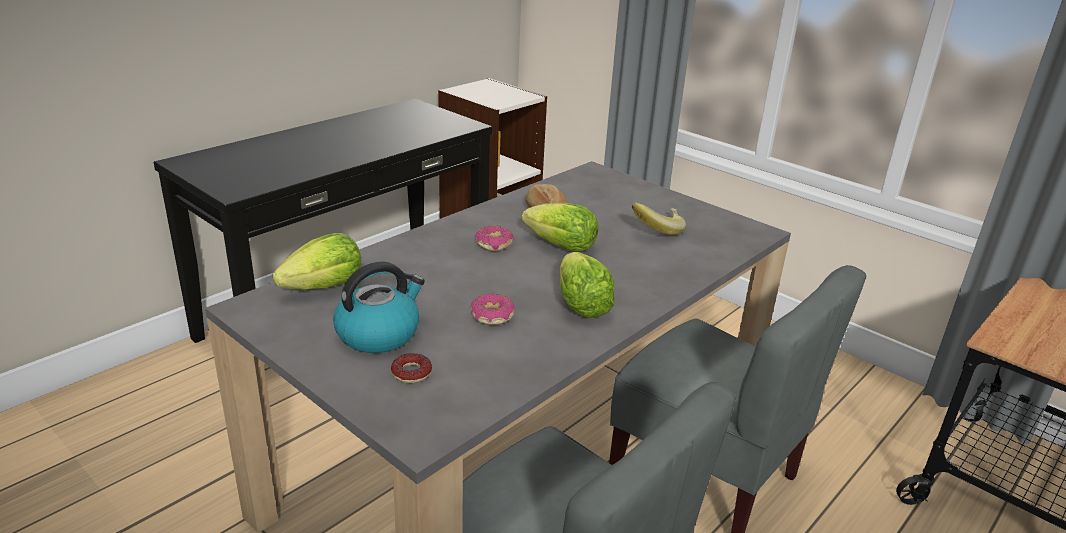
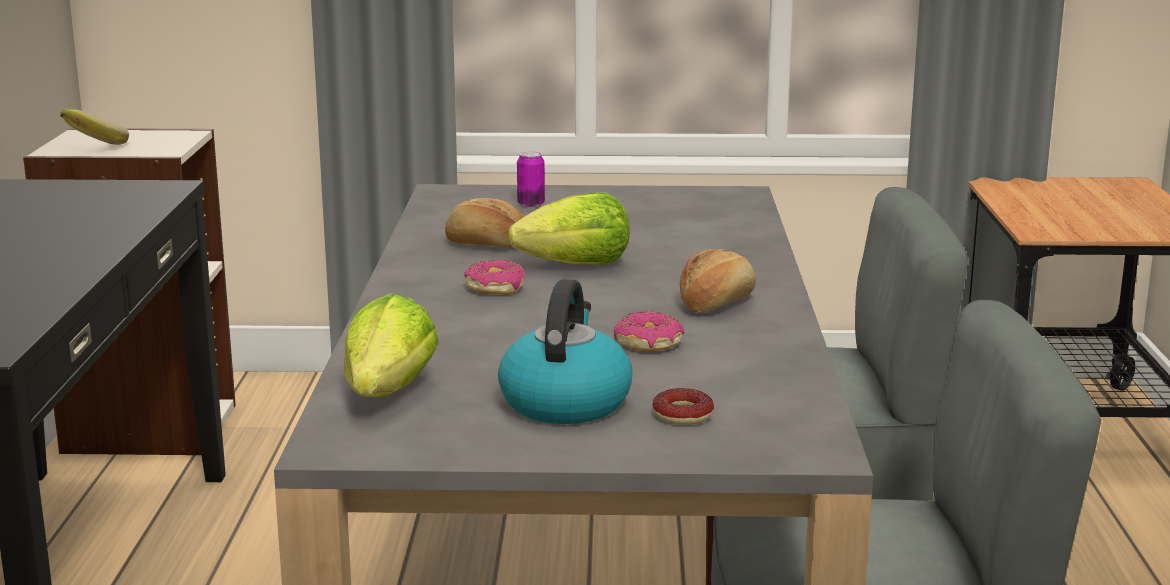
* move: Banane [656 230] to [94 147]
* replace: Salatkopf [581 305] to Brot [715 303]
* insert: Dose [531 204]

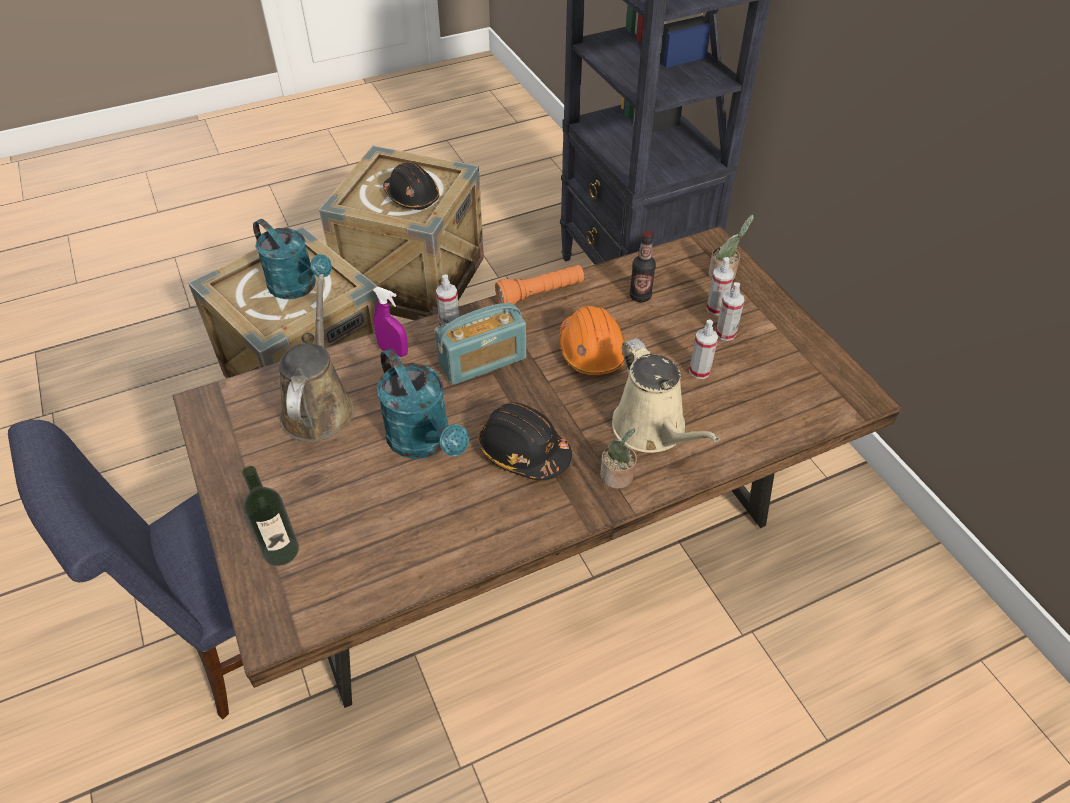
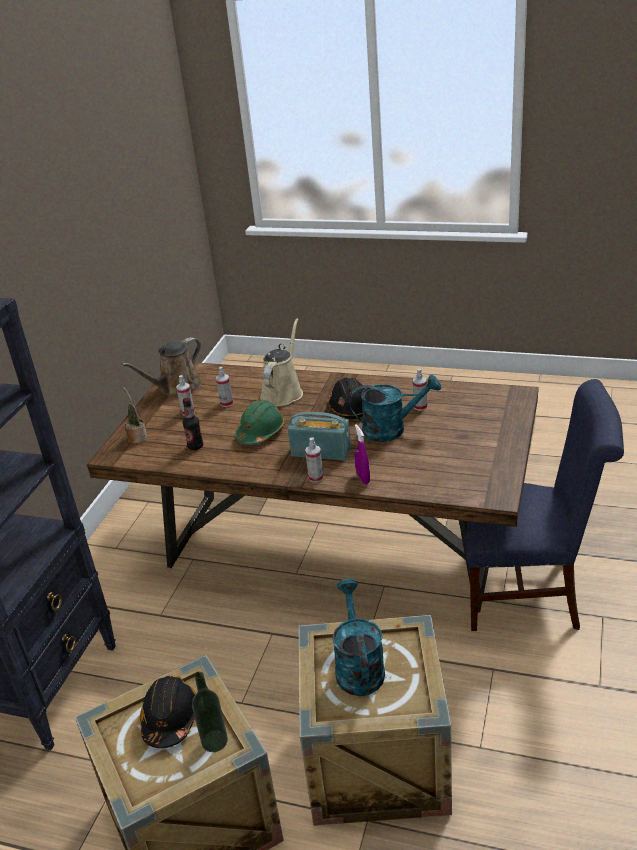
* move: Sprühflasche [716 308] to [420 407]
* delete: Taschenlampe [orange] [540 294]
* move: Gießkanne [braun] [319 407] to [177 388]
* recolor: Schutzhelm [orange] [591 351] to Schutzhelm [grün] [261 432]
* rotate: Gießkanne [türkis] [425 442] = [391 429] 75 degrees clockwise
* delete: Topfpflanze [618 477]
* move: Flasche [281 550] to [214 741]

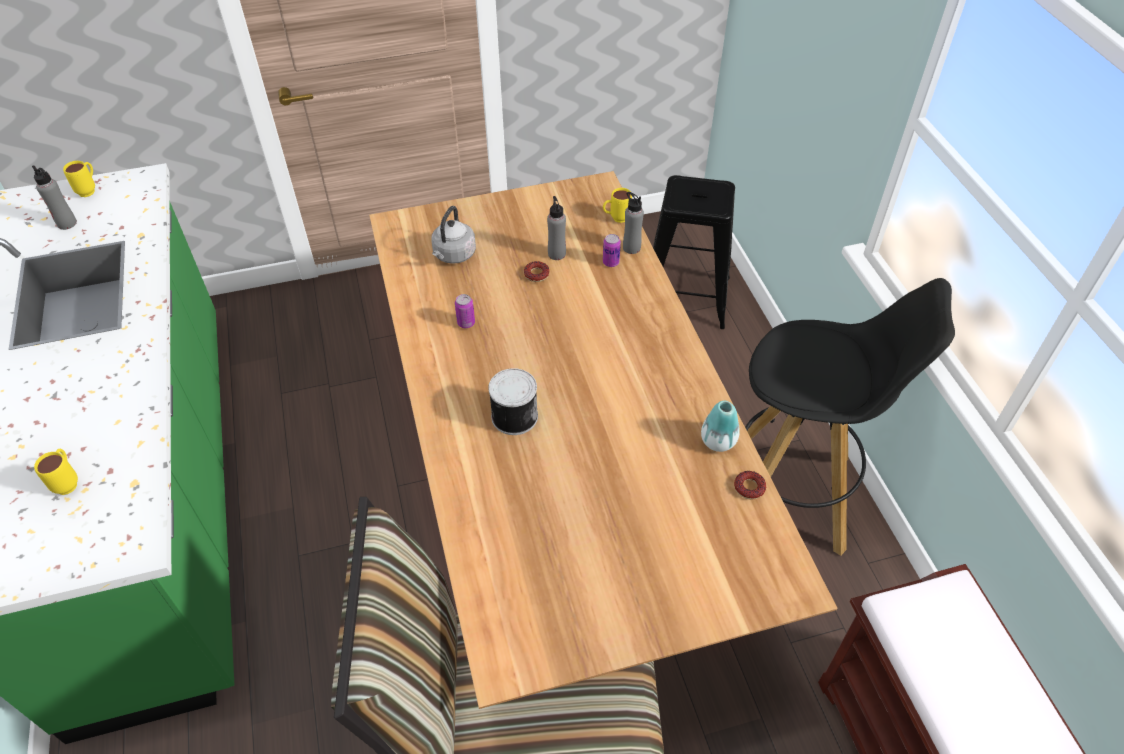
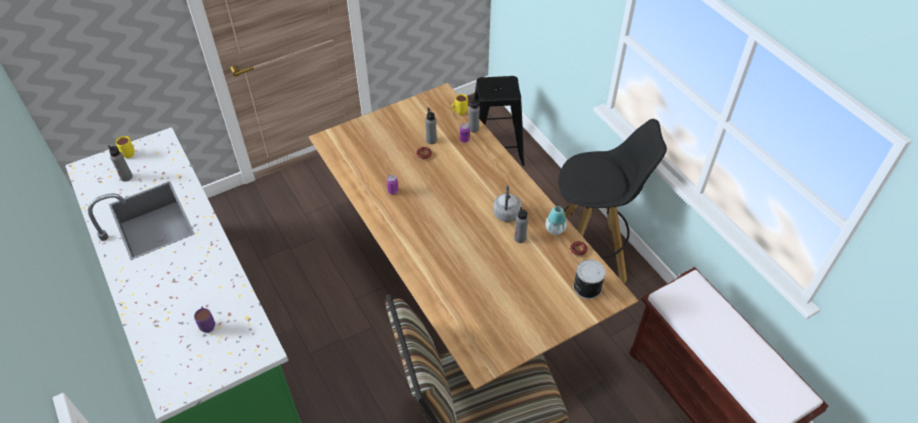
* move: Wasserkessel [grau] [453 255] to [506 215]
* move: Dose [513 416] to [586 287]
* recolor: Henkelbecher [gelb] [68 481] to Henkelbecher [lila] [208 325]
* insert: Flasche [grau] [520 238]

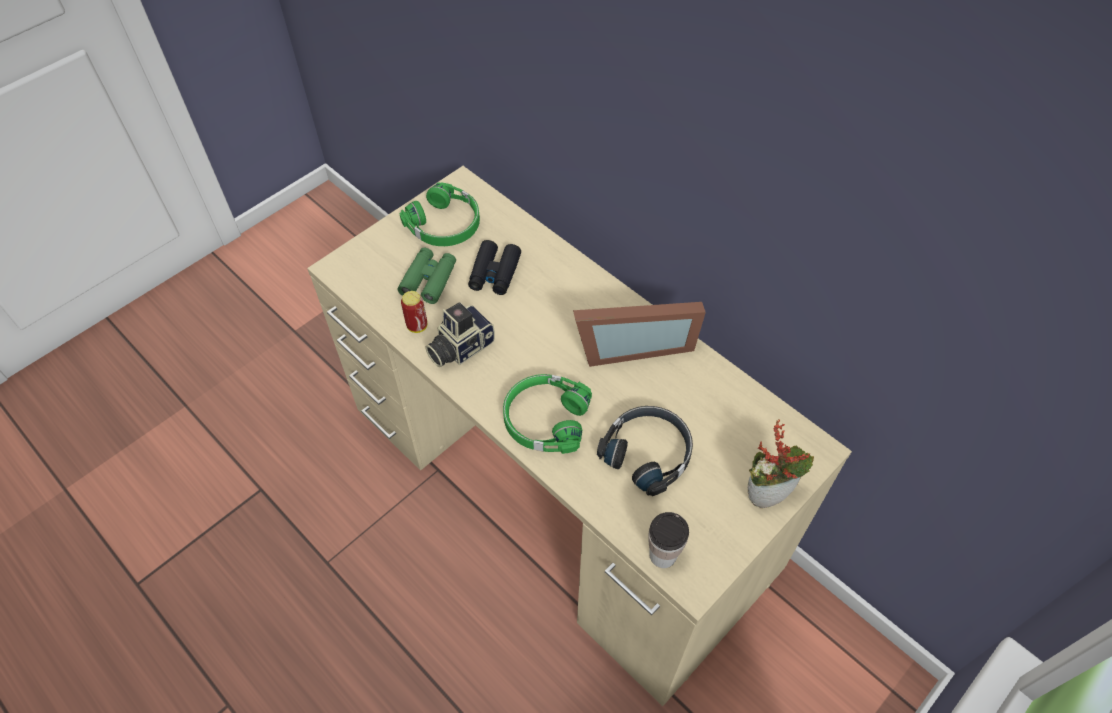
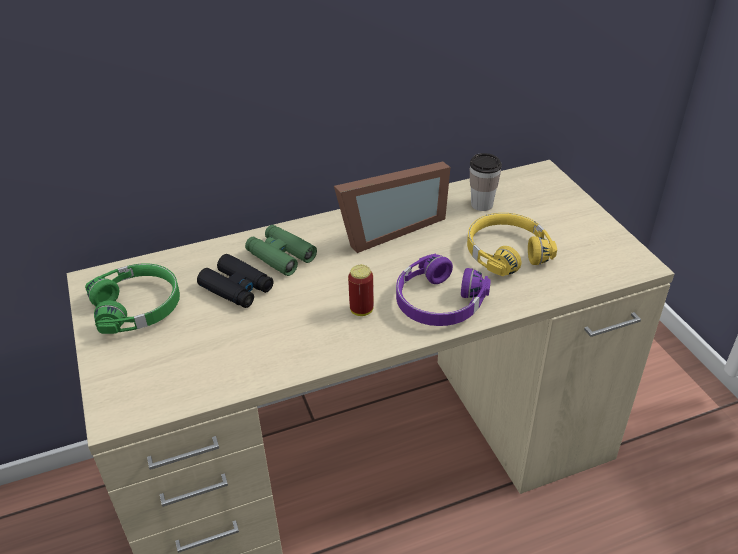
* move: Fernglas [grün] [429 280] to [281 256]
* move: Dose [417 326] to [361 310]
* rotate: Bilderrahmen [632 345] = [387 228] 45 degrees clockwise
* delete: Kamera [459 347]
* recolor: Kopfhörer [grün] [545 419] to Kopfhörer [lila] [438 302]
* recolor: Kopfhörer [schwarz] [648 452] to Kopfhörer [gelb] [505 252]
* delete: Topfpflanze [767 492]
* move: Tasse [663 555] to [481 204]

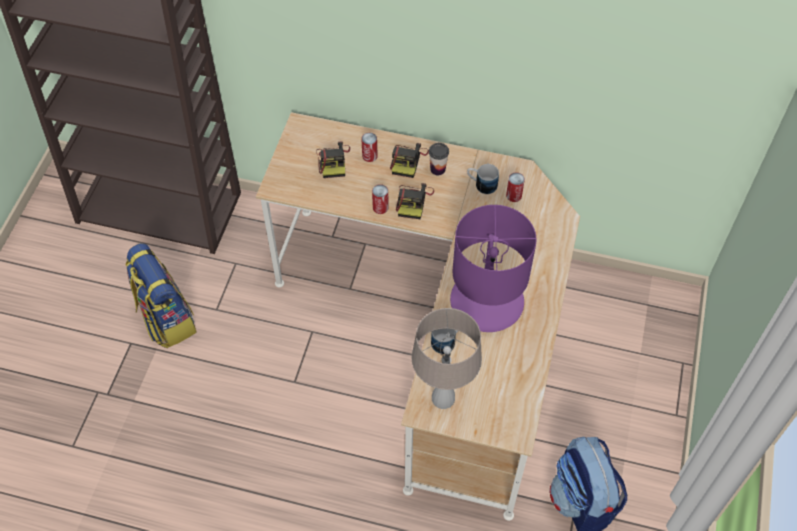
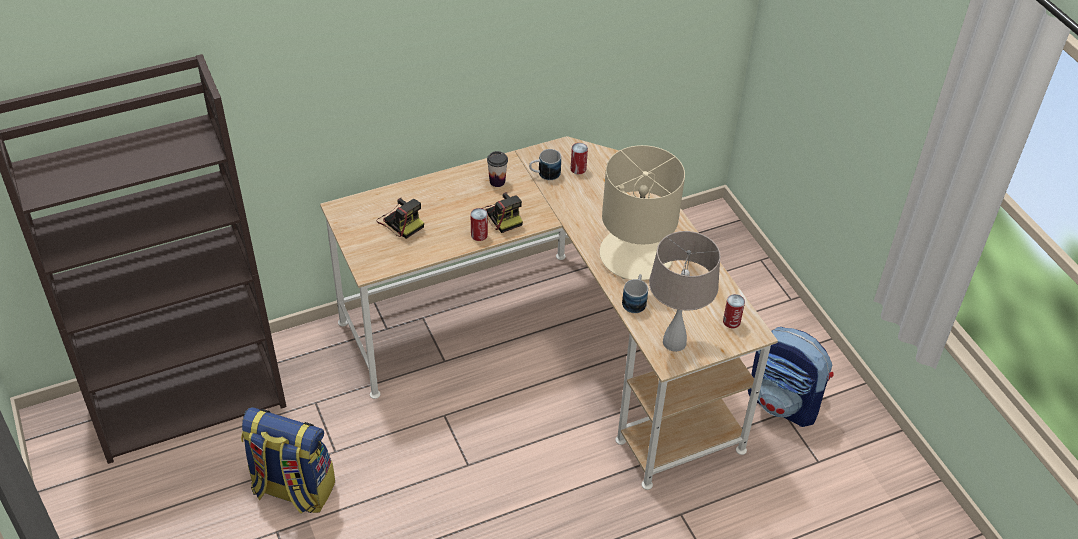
* move: Dose [369 156] to [731 321]
* delete: Kamera [408 161]
* recolor: Tischlampe [lila] [487 300] to Tischlampe [beige] [635 254]

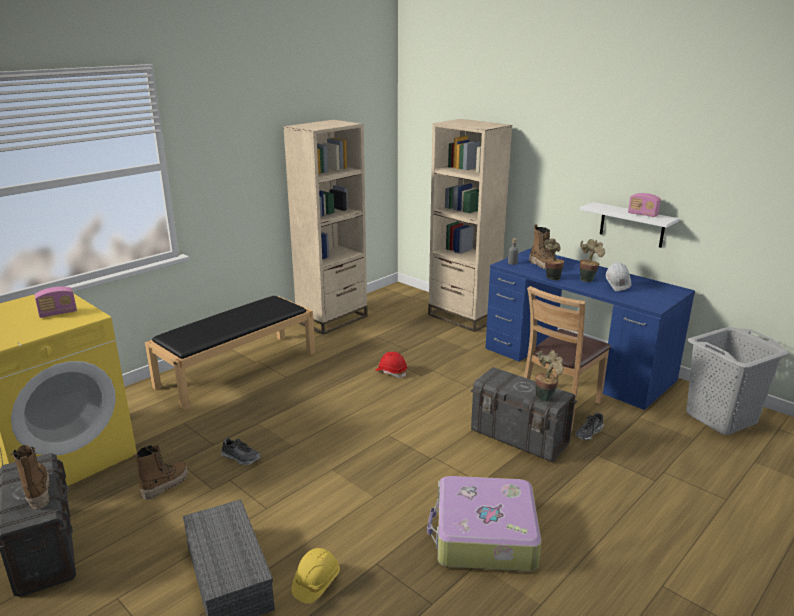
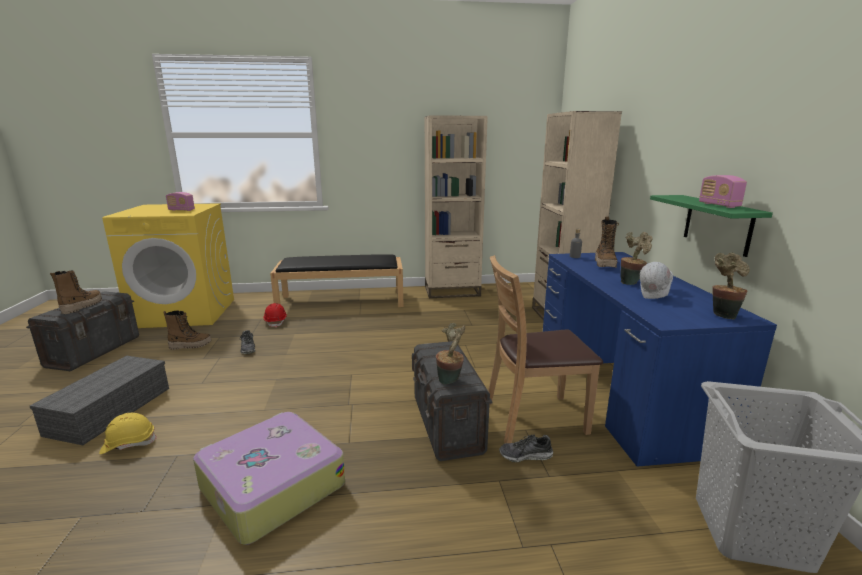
* recolor: Wandregal [weiß] [632 225] to Wandregal [grün] [717 224]
* move: Topfpflanze [551 278] to [722 314]
* move: Schutzhelm [rot] [391 372] to [276 322]

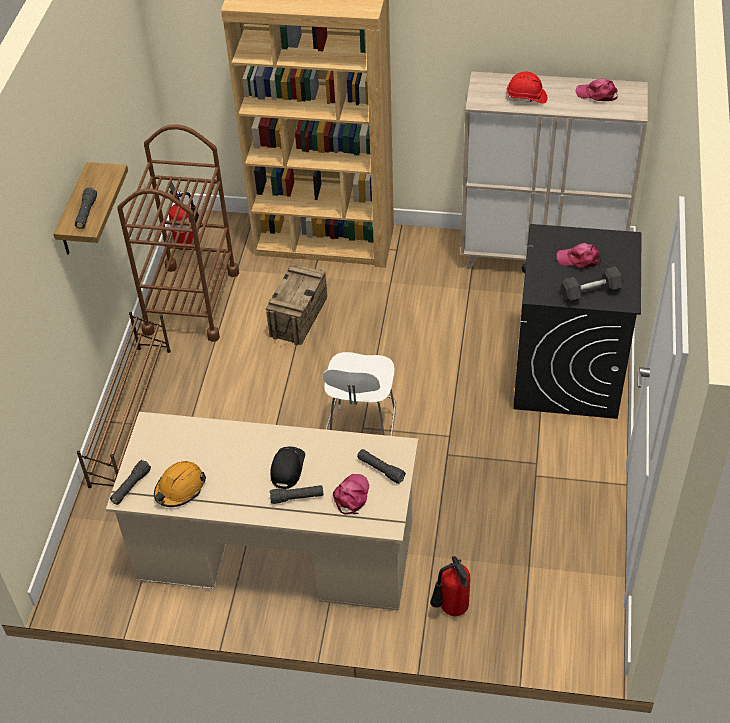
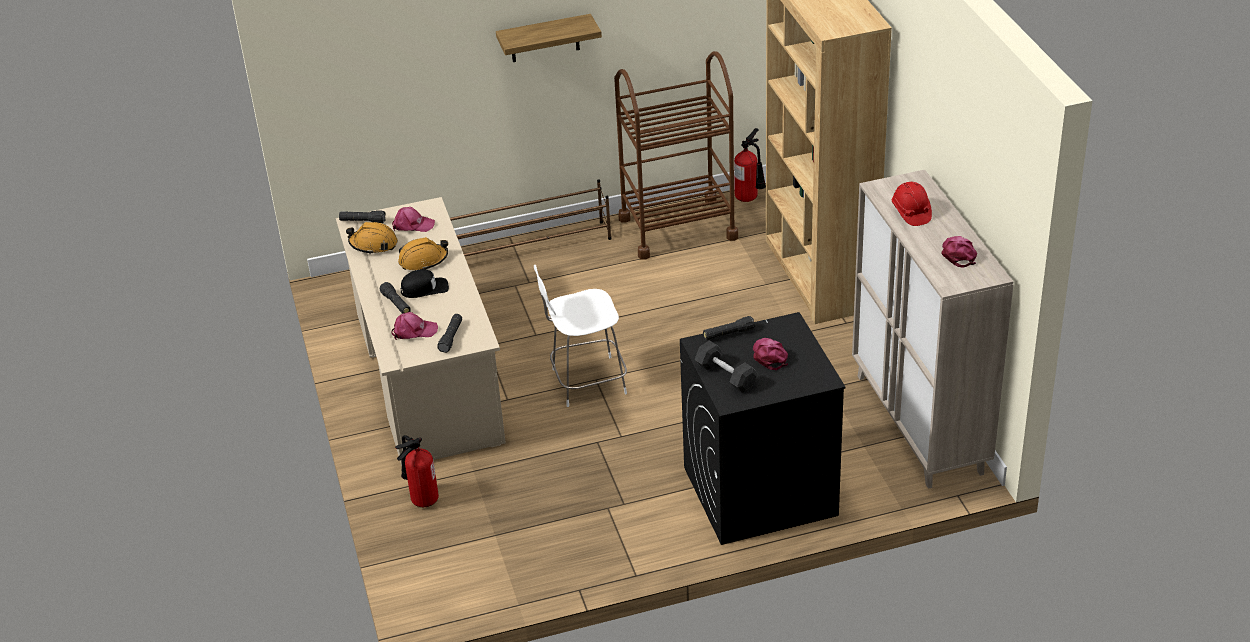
* move: Taschenlampe [schwarz] [86 213] to [728 334]
* delete: Kiste [298 317]
* insert: Kappe [rosa] [412 225]
* insert: Schutzhelm [orange] [423 260]

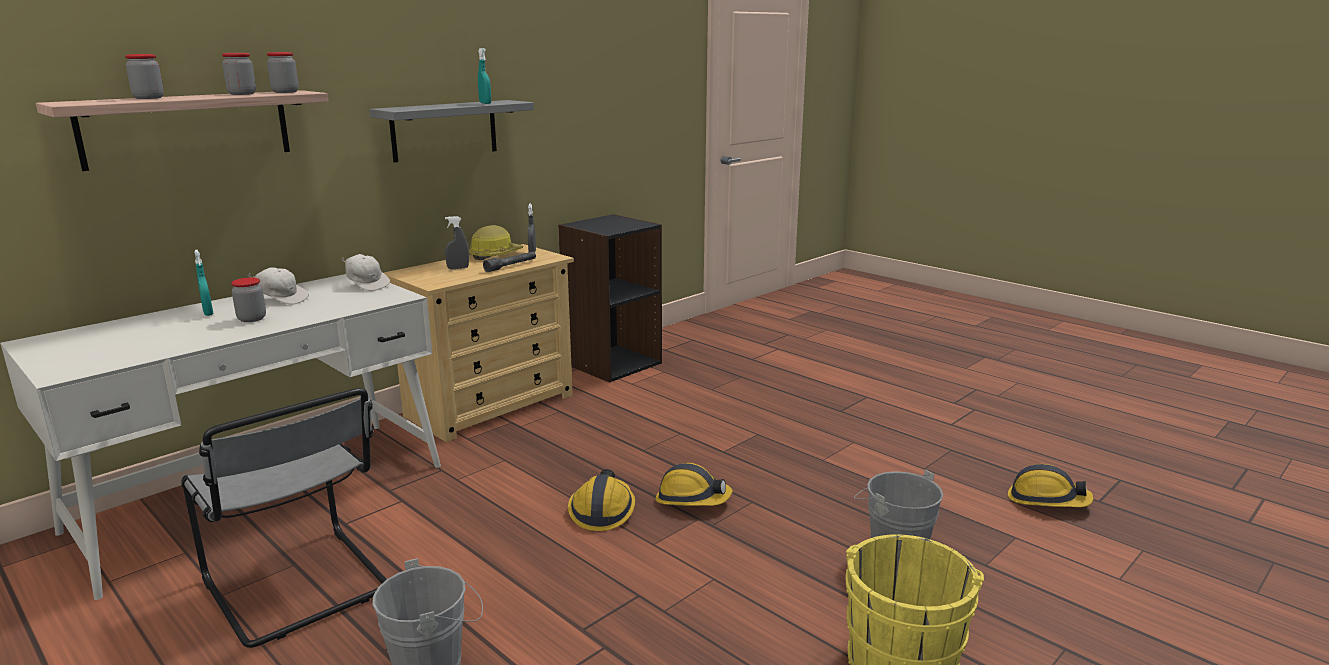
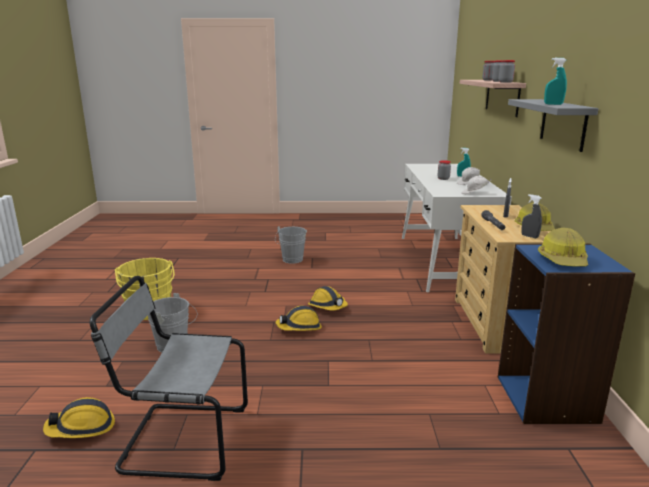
* recolor: Bücherregal [schwarz] [612 363] to Bücherregal [blau] [547 399]
* move: Stuhl [grau] [300 589] to [180 439]
* insert: Schutzhelm [563 260]

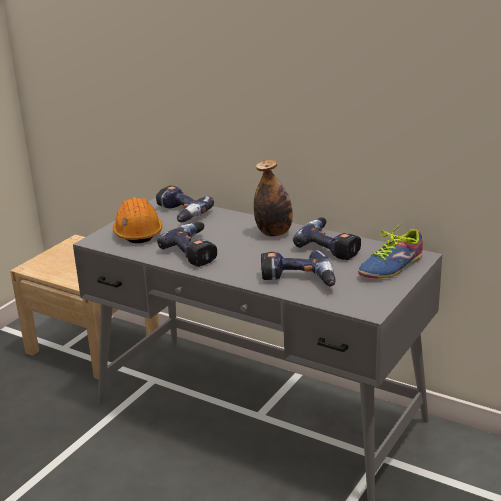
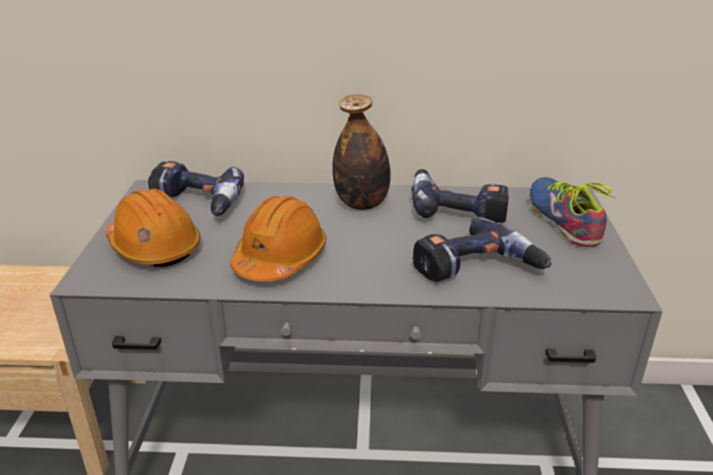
* replace: Bohrmaschine [196 251] to Schutzhelm [orange] [280 258]
* rotate: Schuh [391 266] = [562 219] 150 degrees clockwise

